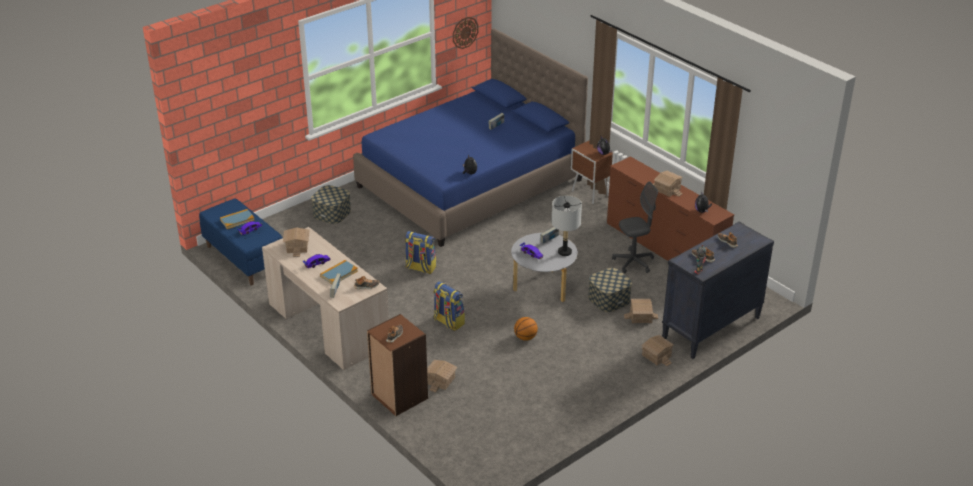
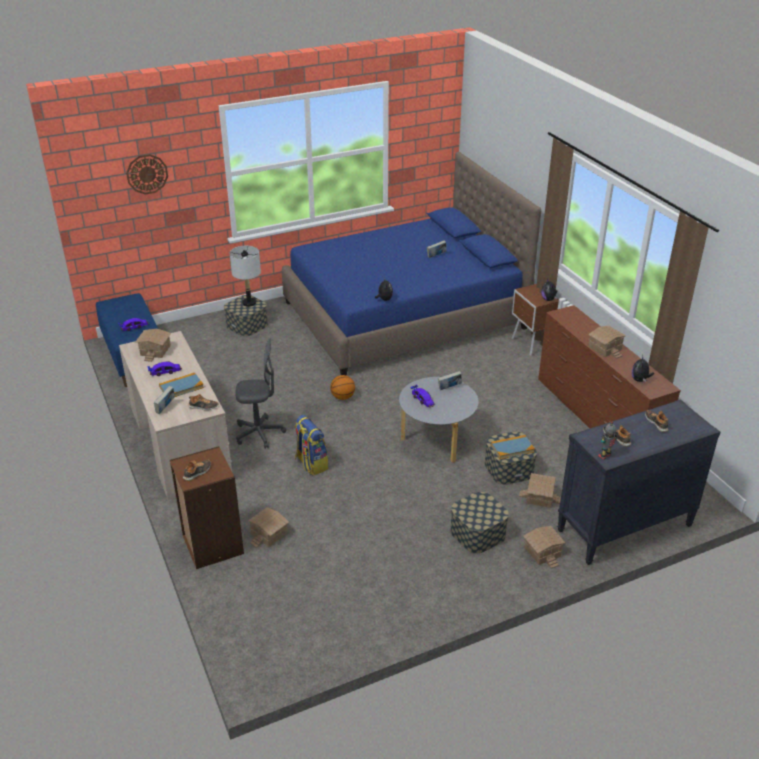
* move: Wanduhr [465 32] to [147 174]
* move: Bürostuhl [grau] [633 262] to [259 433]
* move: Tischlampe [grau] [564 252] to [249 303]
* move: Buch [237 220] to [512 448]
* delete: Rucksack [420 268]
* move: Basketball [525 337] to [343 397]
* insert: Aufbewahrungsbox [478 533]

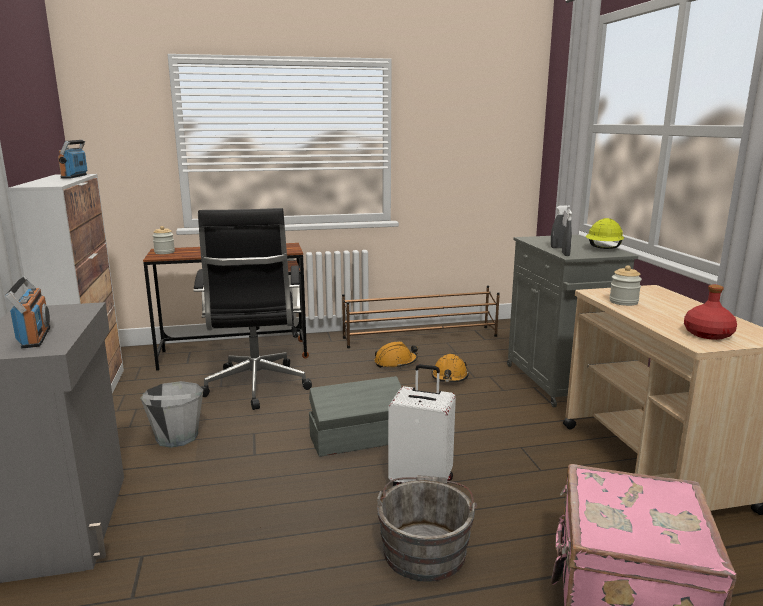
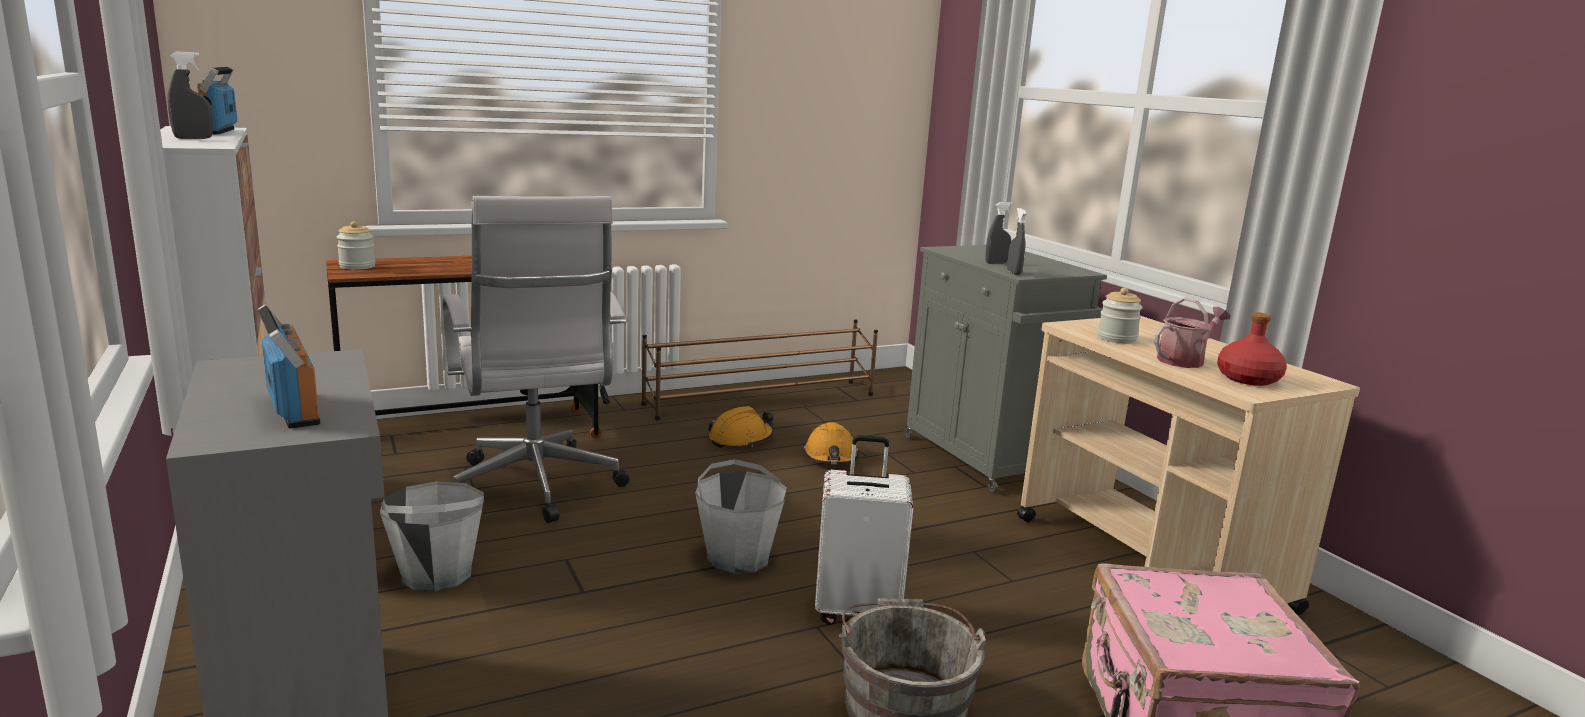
* recolor: Bürostuhl [schwarz] [256 388] to Bürostuhl [weiß] [536 489]
* delete: Schutzhelm [gelb] [603 248]
* replace: Aufbewahrungsbox [grau] [359 439] to Eimer [grau] [738 557]
* insert: Sprühflasche [grau] [193 138]
* insert: Gießkanne [1184 360]

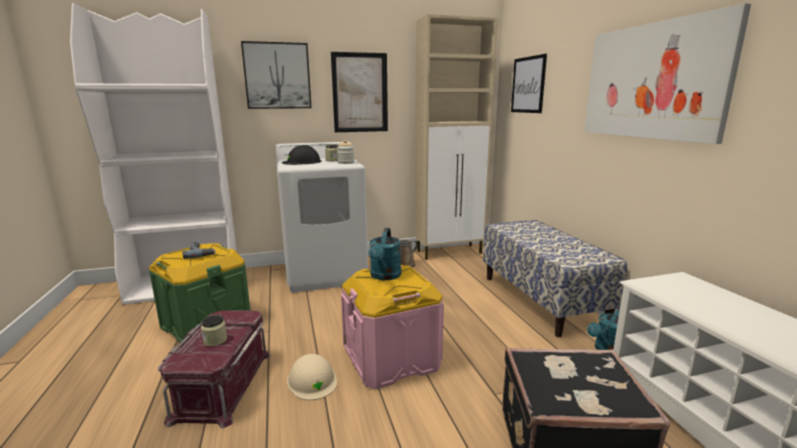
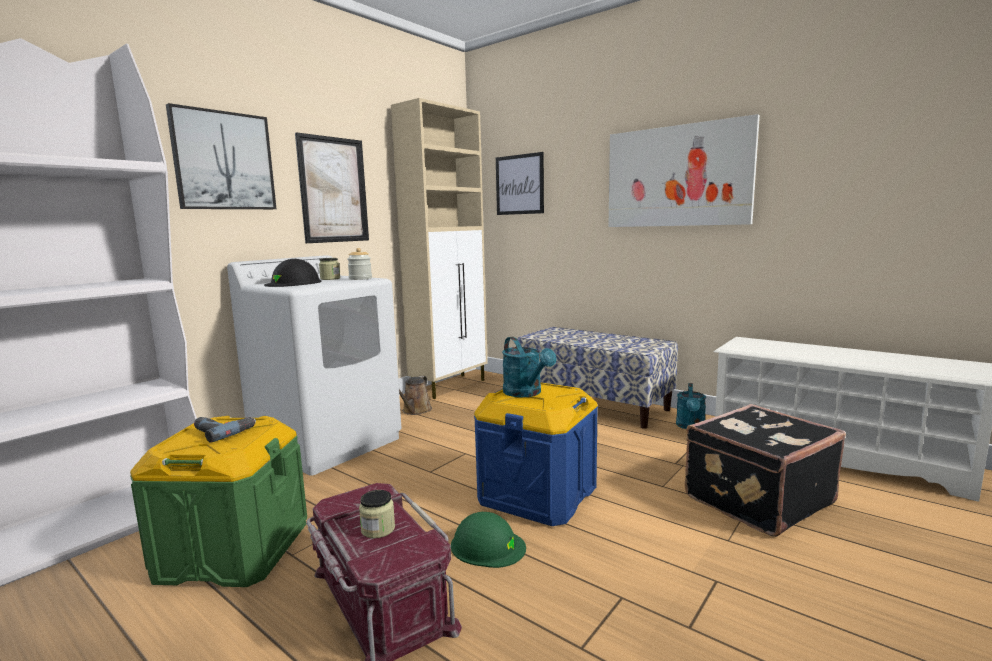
* recolor: Aufbewahrungsbox [rosa] [391 358] to Aufbewahrungsbox [blau] [537 494]
* recolor: Schutzhelm [beige] [312 380] to Schutzhelm [grün] [487 546]

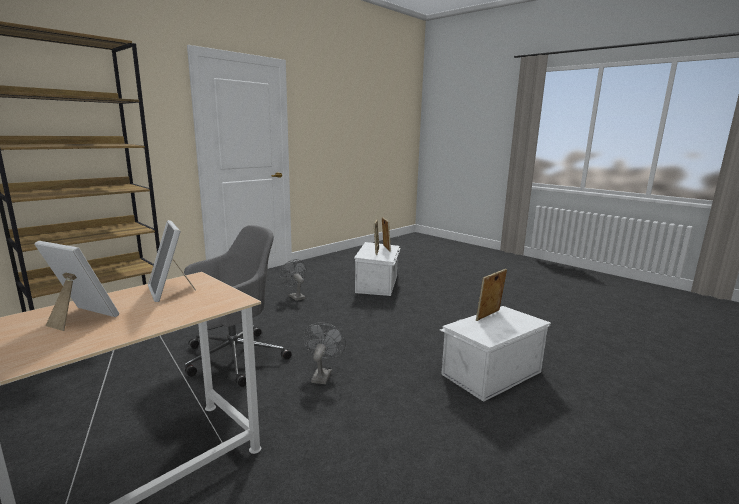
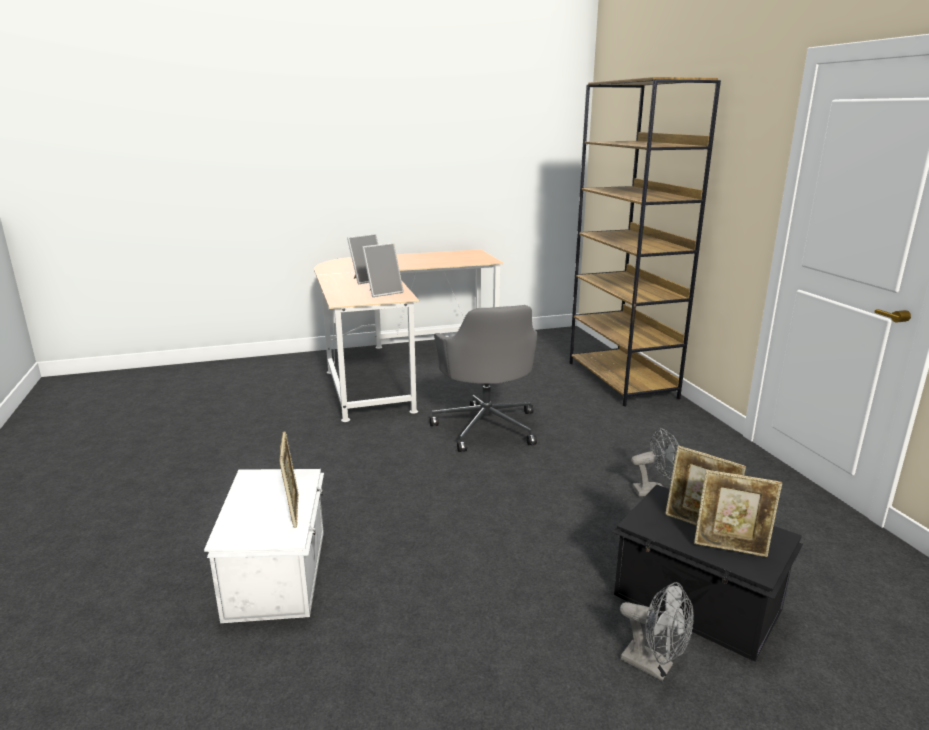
* rotate: Bilderrahmen [171 291] = [383 292] 150 degrees clockwise
* recolor: Aufbewahrungsbox [weiß] [378 284] to Aufbewahrungsbox [schwarz] [696 604]
* move: Ventilator [grau] [322 374] to [654 666]

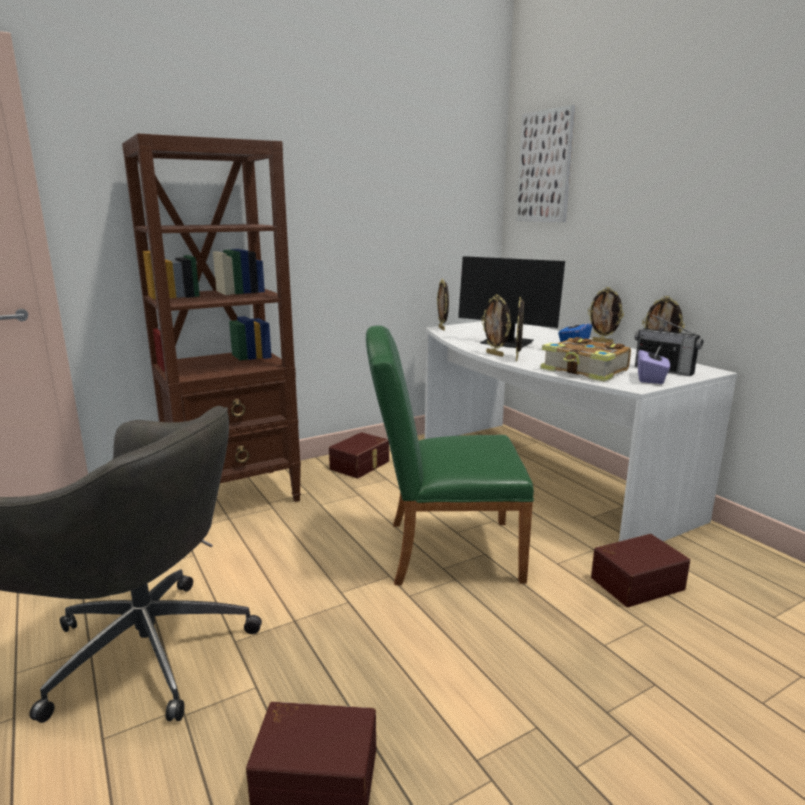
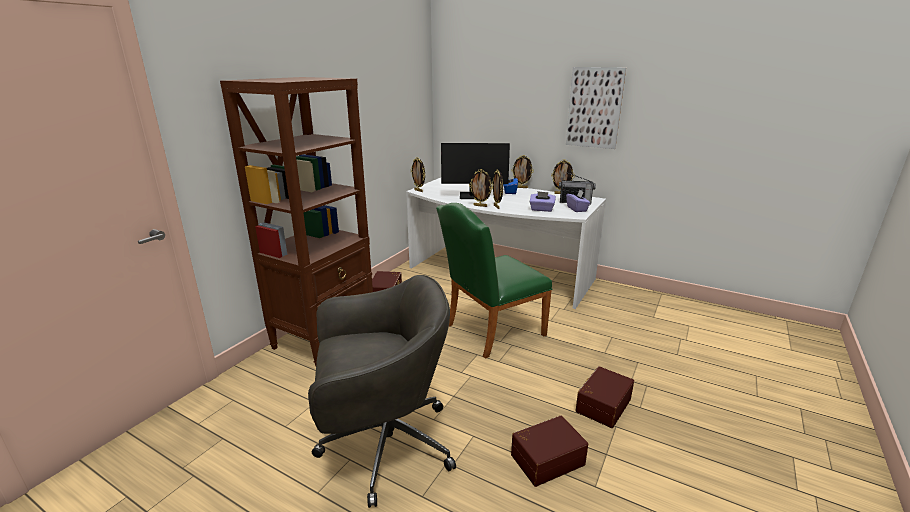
* move: Bild [545 167] to [594 108]
* replace: Buch [585 371] to Taschentuchbox [lila] [541 209]
* move: Aufbewahrungsbox [braun] [635 582] to [602 404]

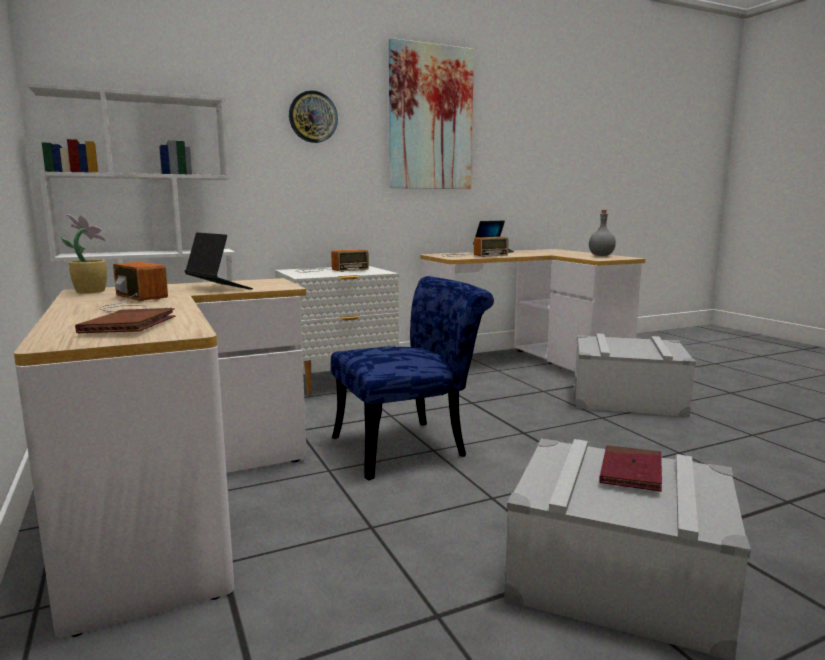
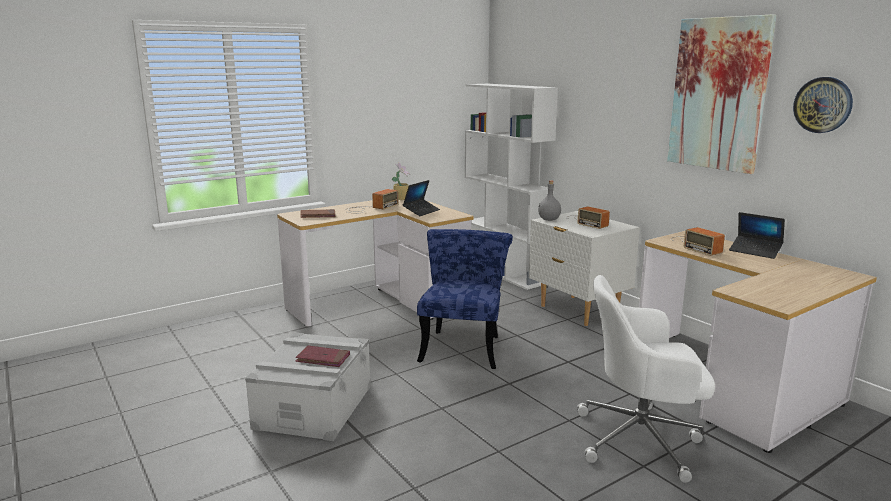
* move: Wanduhr [313 117] to [823 105]
* move: Flasche [grau] [601 255] to [549 219]
* rotate: Stuhl [blau] [410 446] = [463 346] 135 degrees counterclockwise
* replace: Aufbewahrungsbox [grau] [627 399] to Bürostuhl [weiß] [641 439]

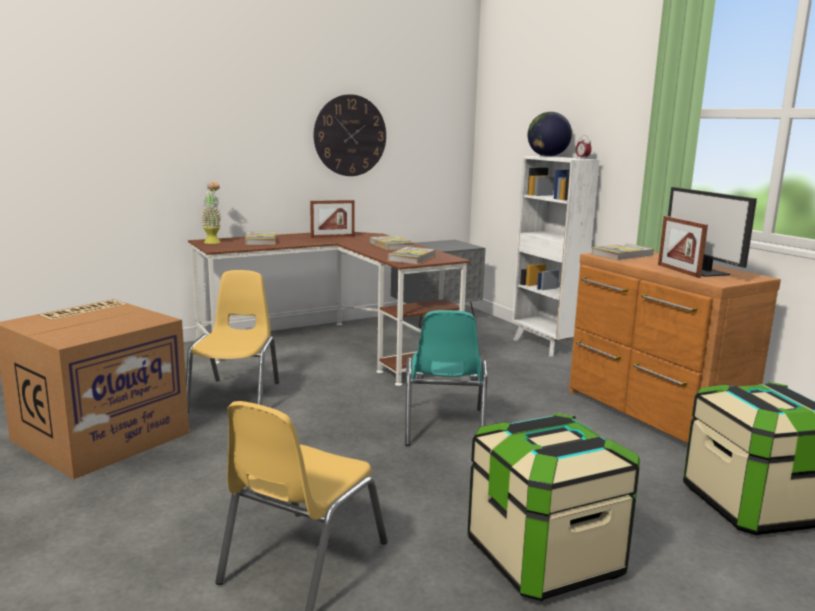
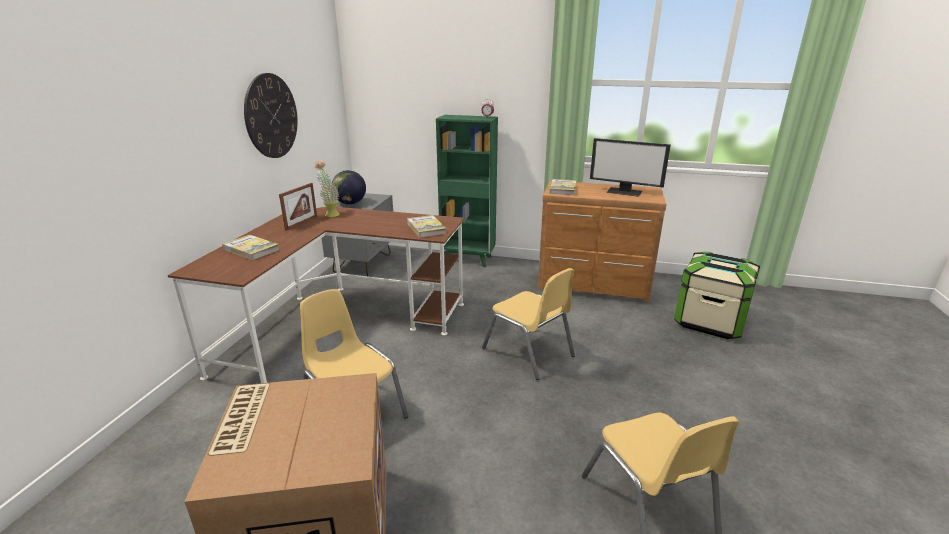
* move: Globus [547 156] to [350 203]
* recolor: Bücherregal [weiß] [545 346] to Bücherregal [grün] [468 259]
* move: Topfpflanze [213 241] to [330 214]
* delete: Bilderrahmen [678 271]
* delete: Buch [391 245]
* recolor: Stuhl [türkis] [443 426] to Stuhl [gelb] [528 352]
* delete: Aufbewahrungsbox [544 558]

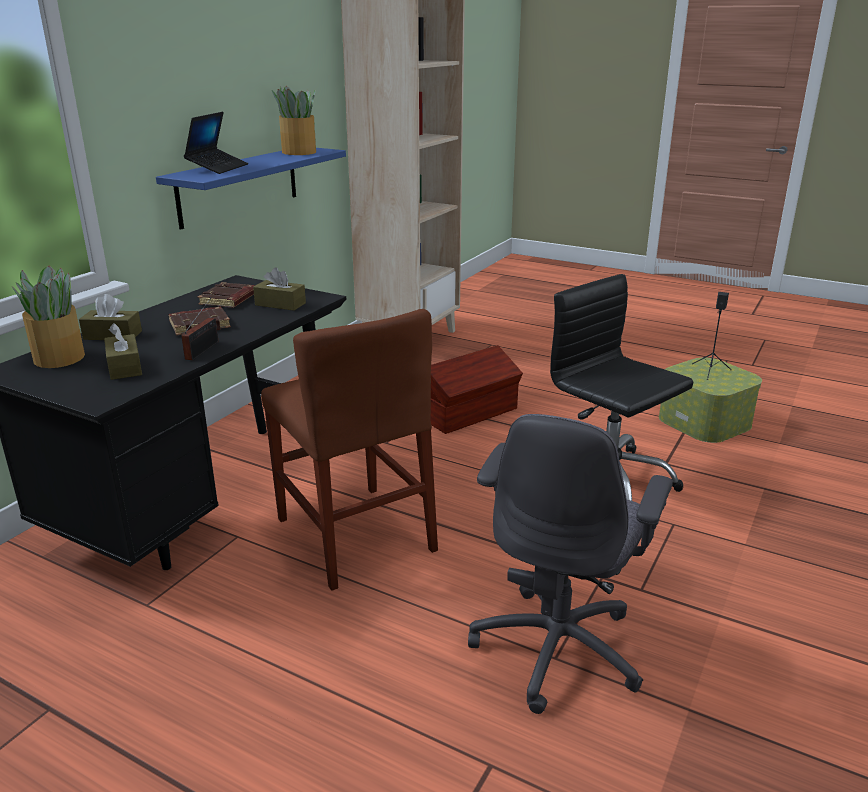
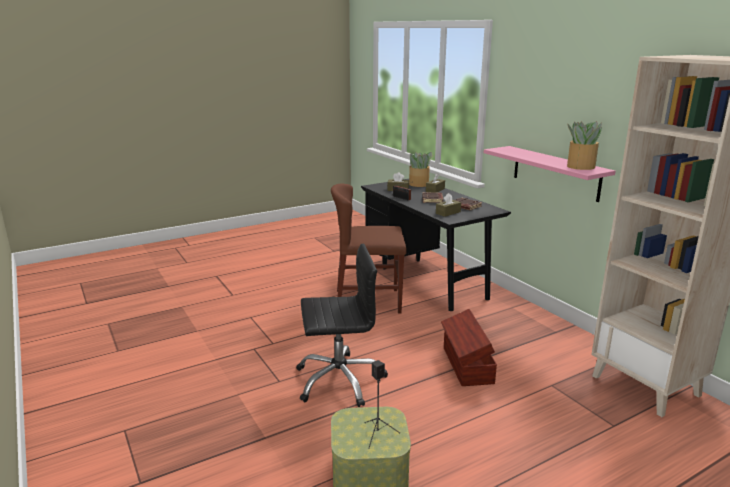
* delete: Laptop [217 168]
* recolor: Wandregal [blau] [239 186] to Wandregal [rosa] [555 173]
* delete: Bürostuhl [grau] [558 647]

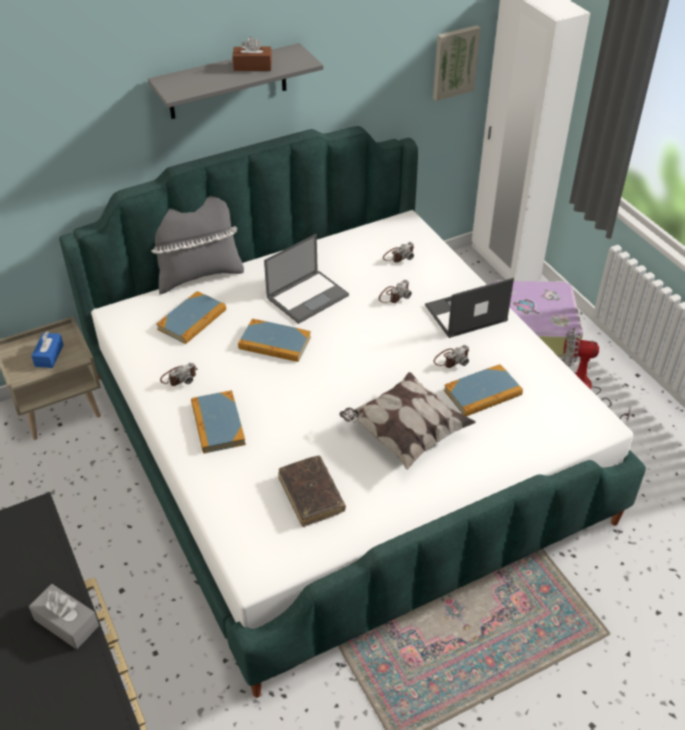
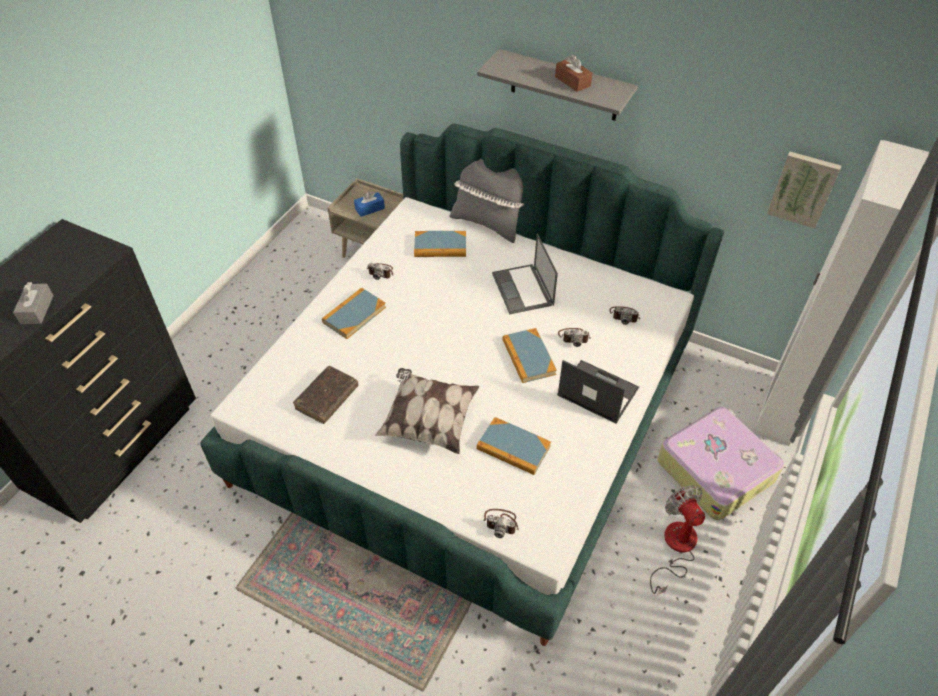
* rotate: Laptop [308 296] = [523 290] 60 degrees clockwise
* move: Buch [274 343] to [528 357]
* move: Kamera [451 359] to [501 523]

